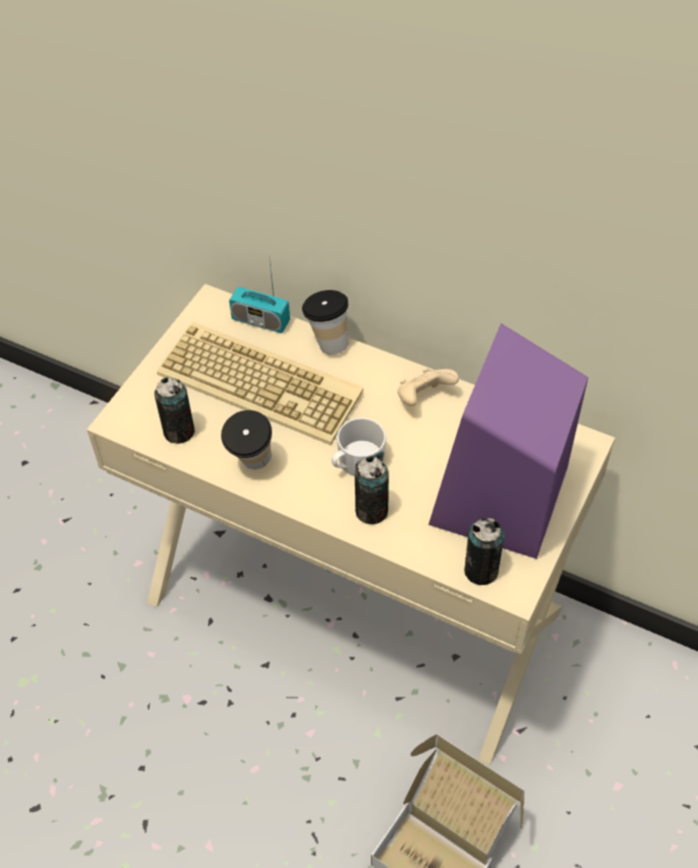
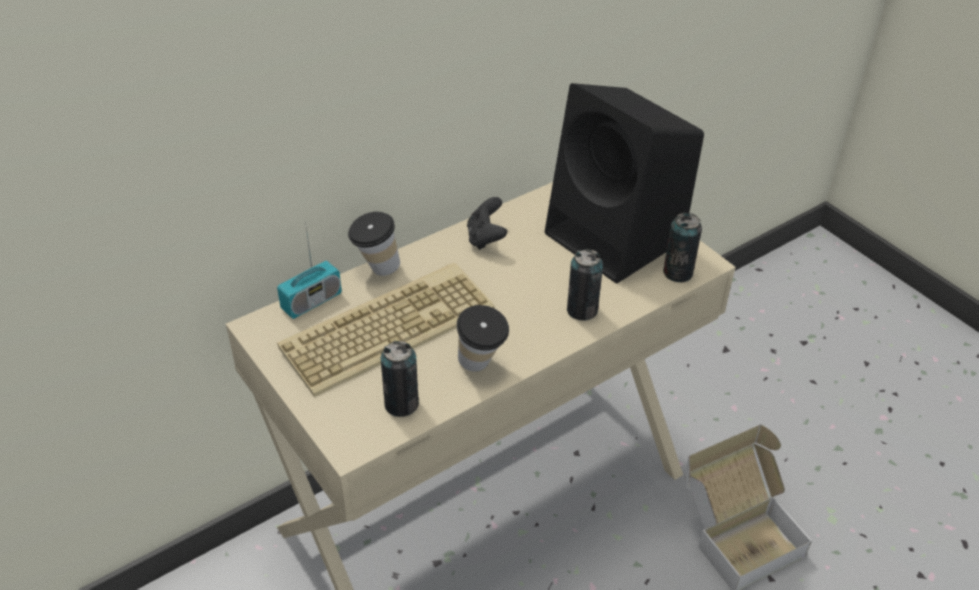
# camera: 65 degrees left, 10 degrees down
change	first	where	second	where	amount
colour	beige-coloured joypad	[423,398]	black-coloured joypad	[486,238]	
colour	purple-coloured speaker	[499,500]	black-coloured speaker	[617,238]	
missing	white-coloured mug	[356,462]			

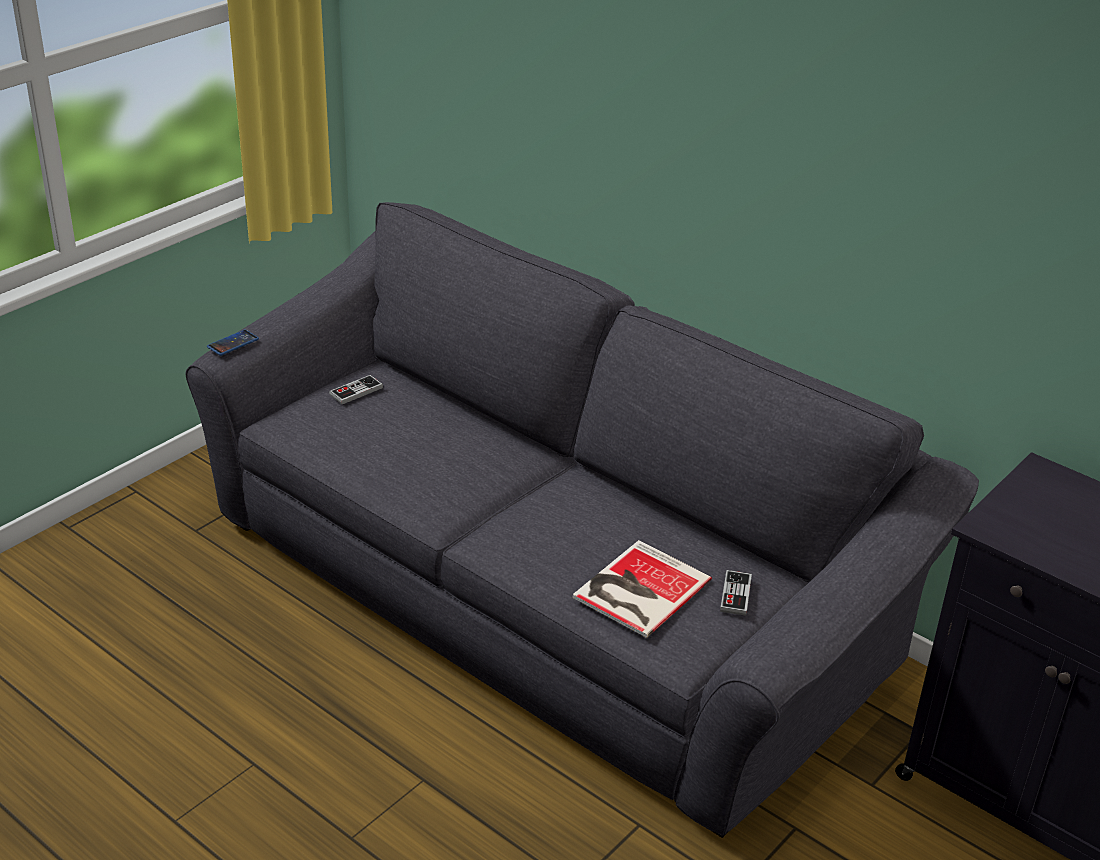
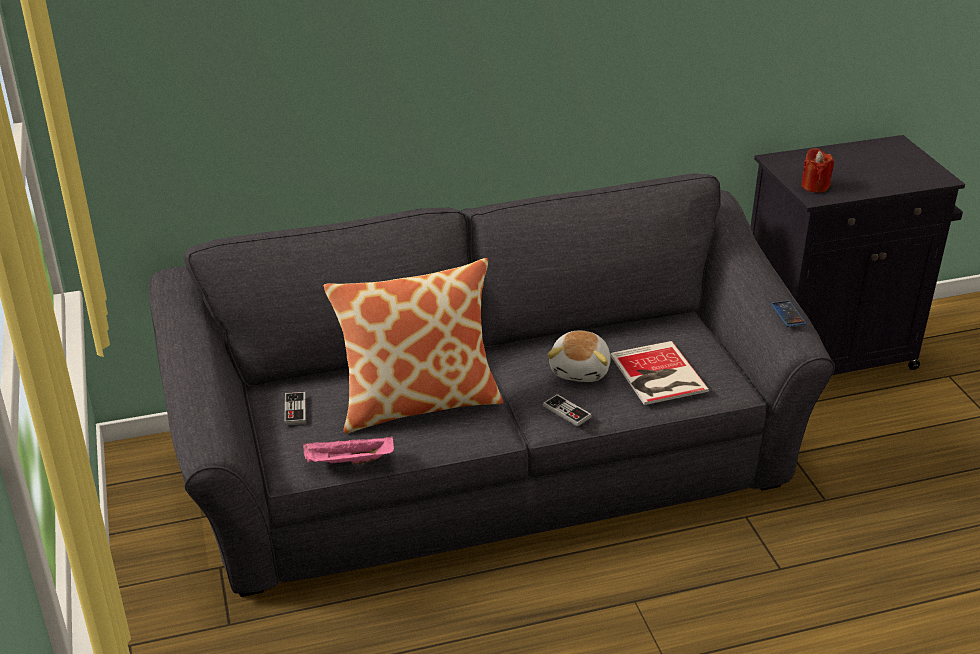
# camera: 55 degrees left, 0 degrees up
change	first	where	second	where	amount
appeared			pink tray	[348,462]	
appeared			cushion	[418,402]	
relocated	joypad	[735,594]		[567,412]	
appeared			cuddly toy	[581,370]	
relocated	phone	[233,343]		[788,314]	
appeared			red-coloured candle	[814,186]	

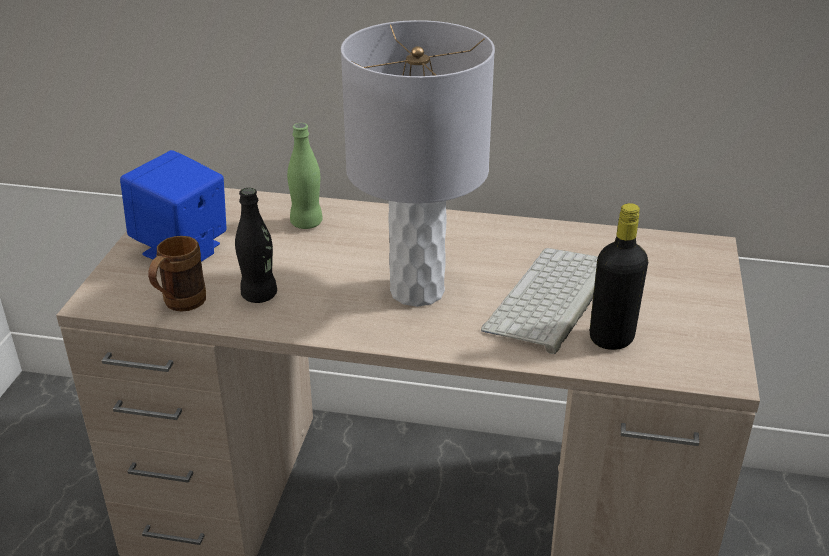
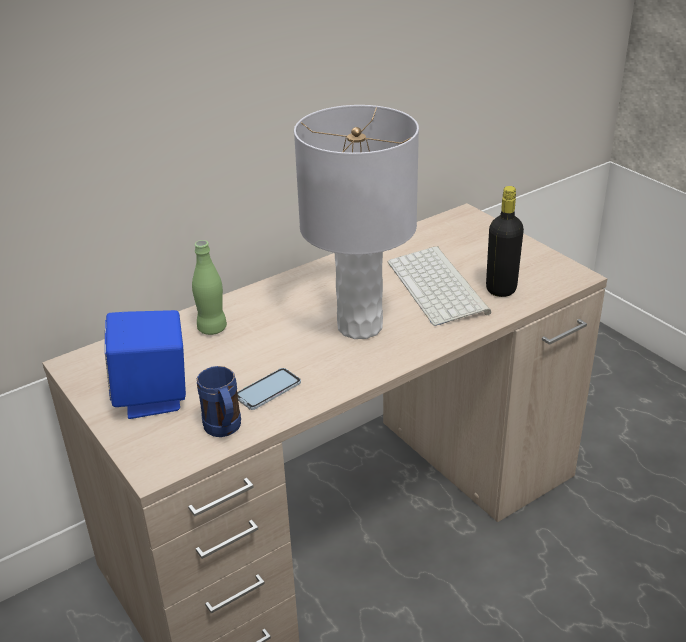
# camera: 45 degrees left, 0 degrees up
change	first	where	second	where	amount
colour	brown-coloured mug	[179,305]	blue mug	[225,431]	
exchanged	black-coloured beverage bottle	[259,295]	phone	[268,390]	

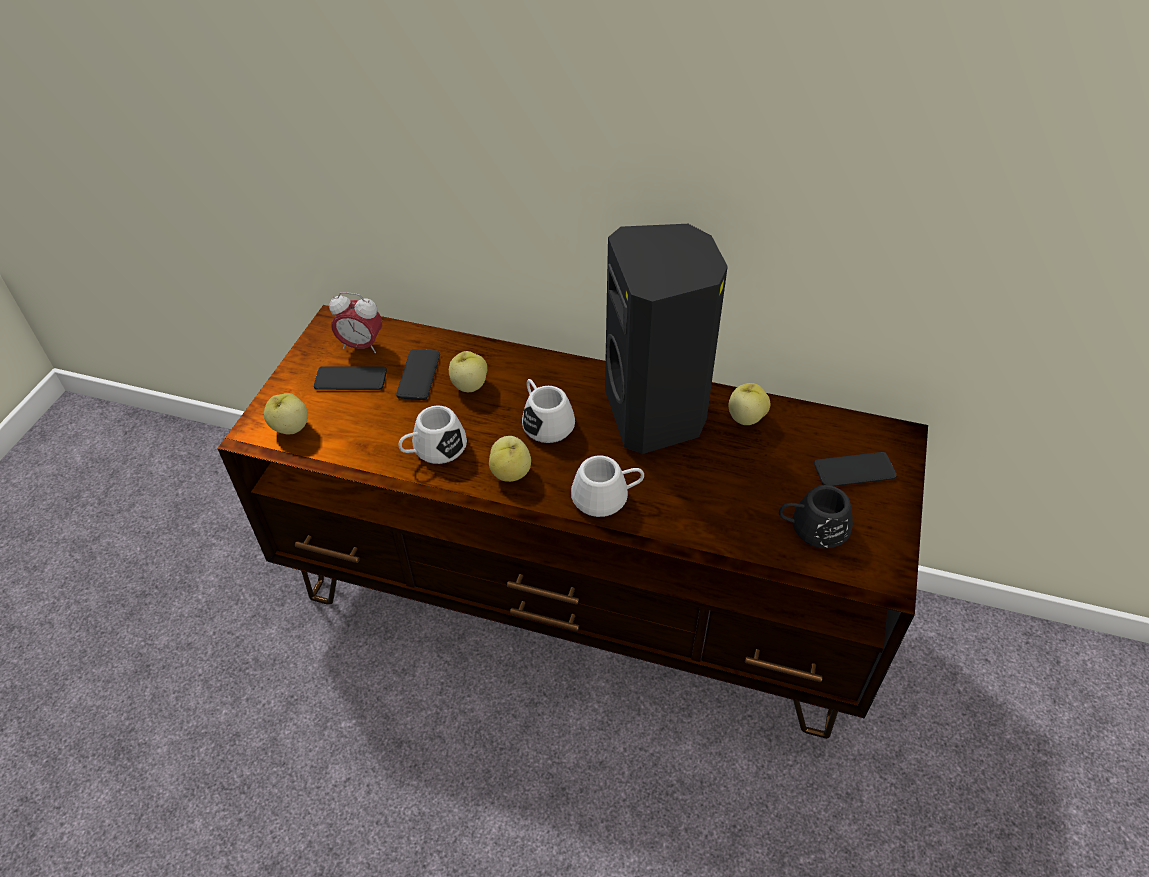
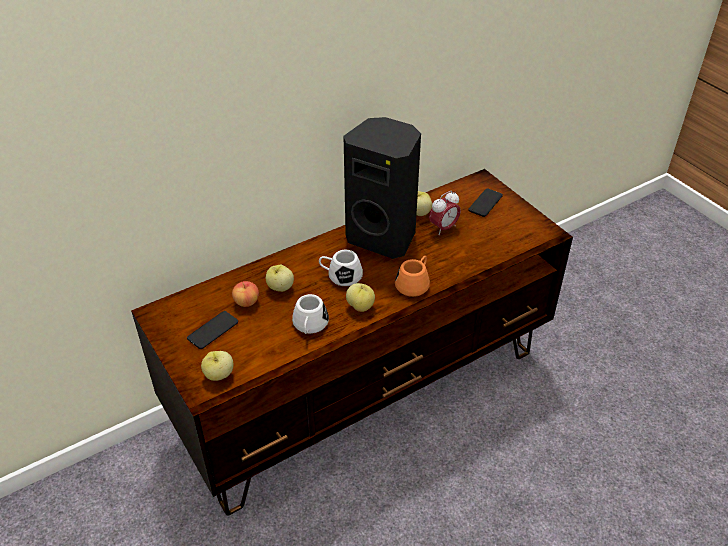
# camera: 50 degrees left, 5 degrees down
change	first	where	second	where	amount
exchanged	phone	[418,375]	whole apple	[246,302]	
colour	white-coloured mug	[607,496]	orange-coloured mug	[414,283]	
relocated	alarm clock	[361,346]		[443,228]	
missing	black-coloured mug	[812,527]			

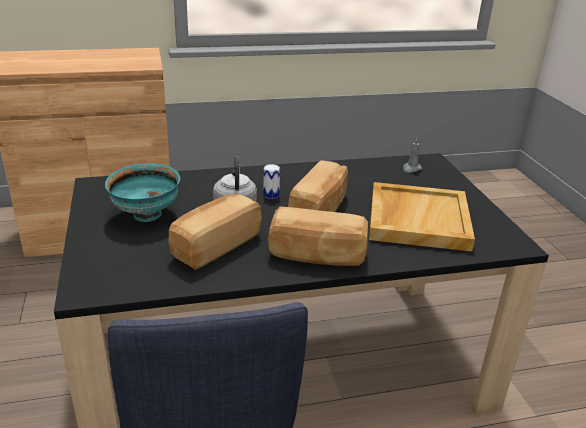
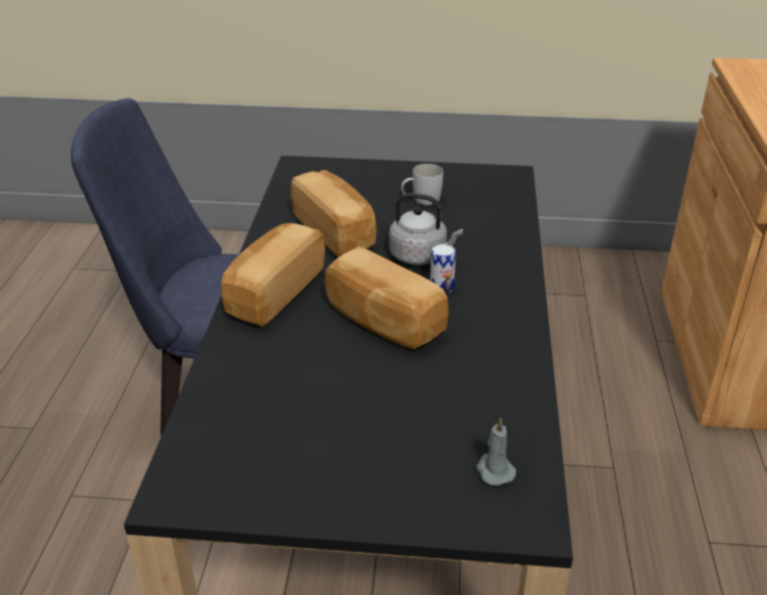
# camera: 110 degrees right, 5 degrees up
change	first	where	second	where	amount
exchanged	blue-green serving bowl	[147,215]	white-coloured mug	[421,200]	
missing	beige-coloured tray	[417,219]			

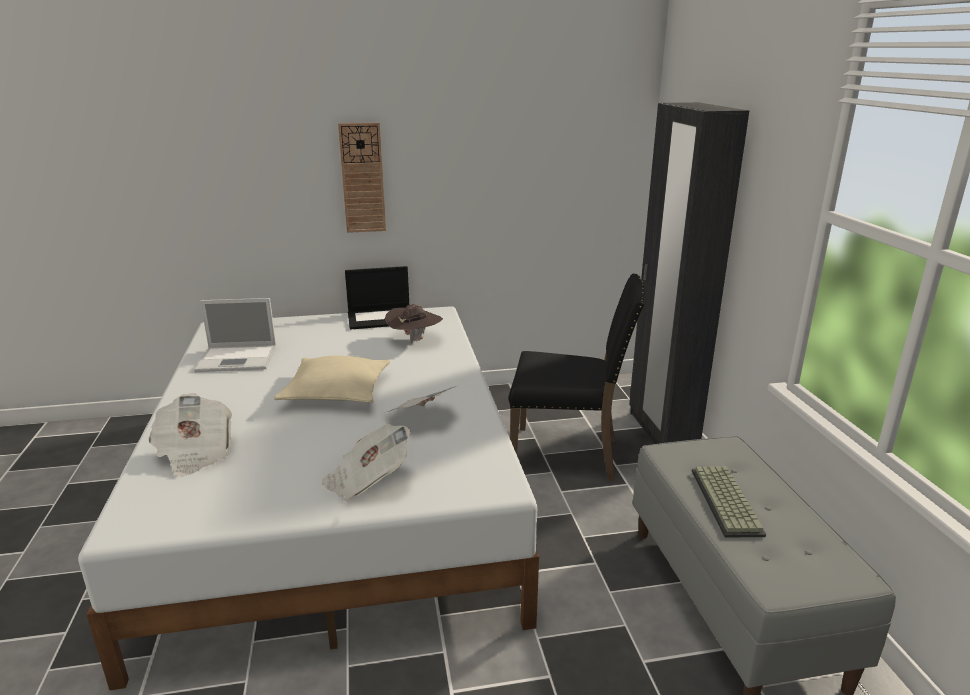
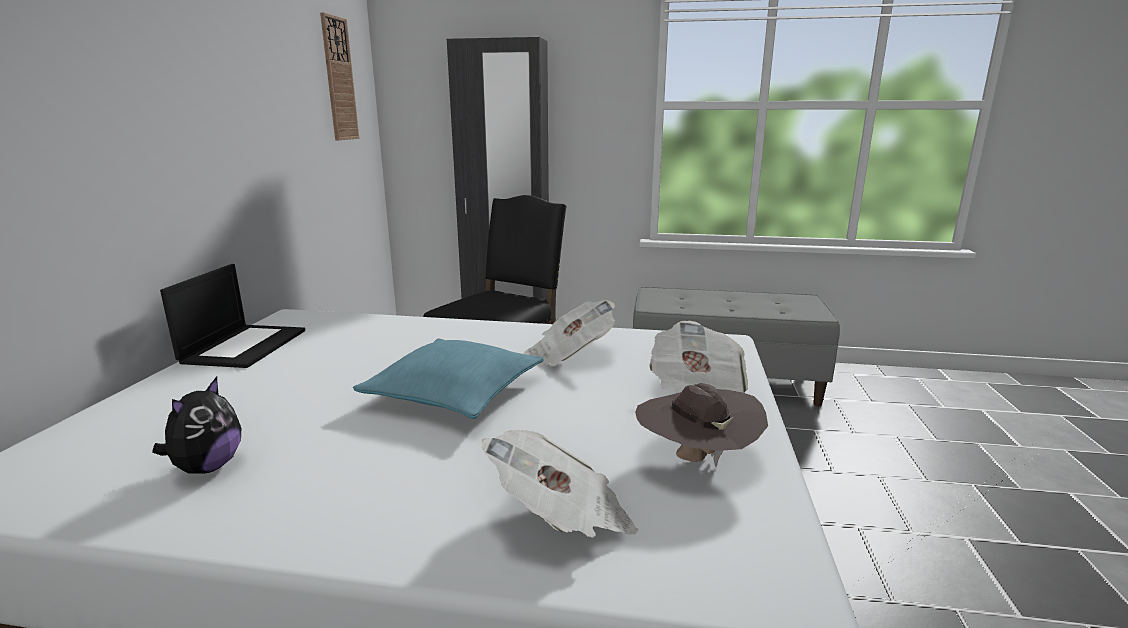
# camera: 70 degrees left, 5 degrees down
change	first	where	second	where	amount
exchanged	notebook computer	[239,359]	cuddly toy	[207,467]	
relocated	wall clock	[362,178]		[339,79]	
colour	beige-coloured cushion	[336,392]	blue-green cushion	[455,393]	
relocated	brown-coloured wearable hat	[414,340]		[696,460]	
missing	PC keyboard	[728,502]			

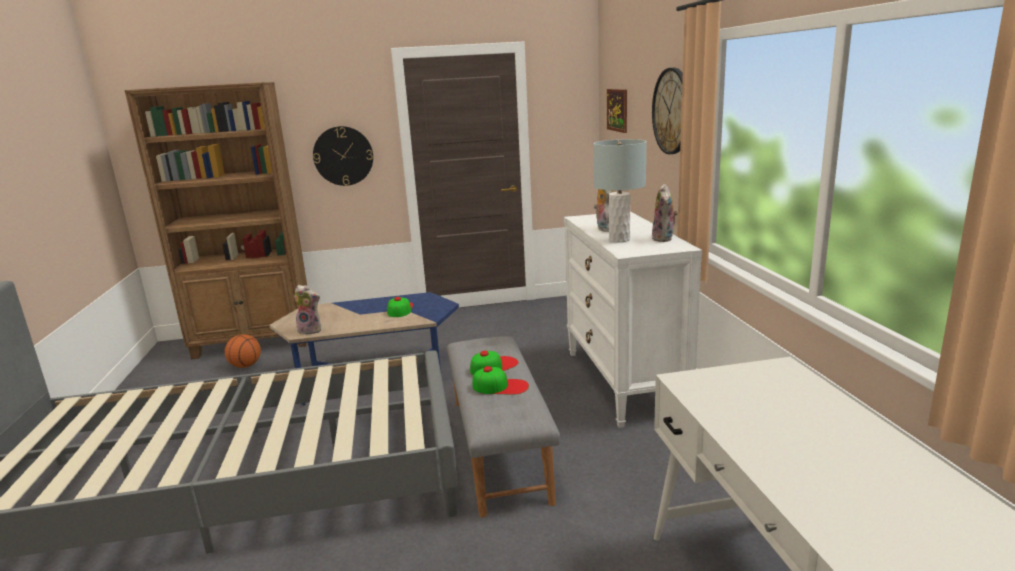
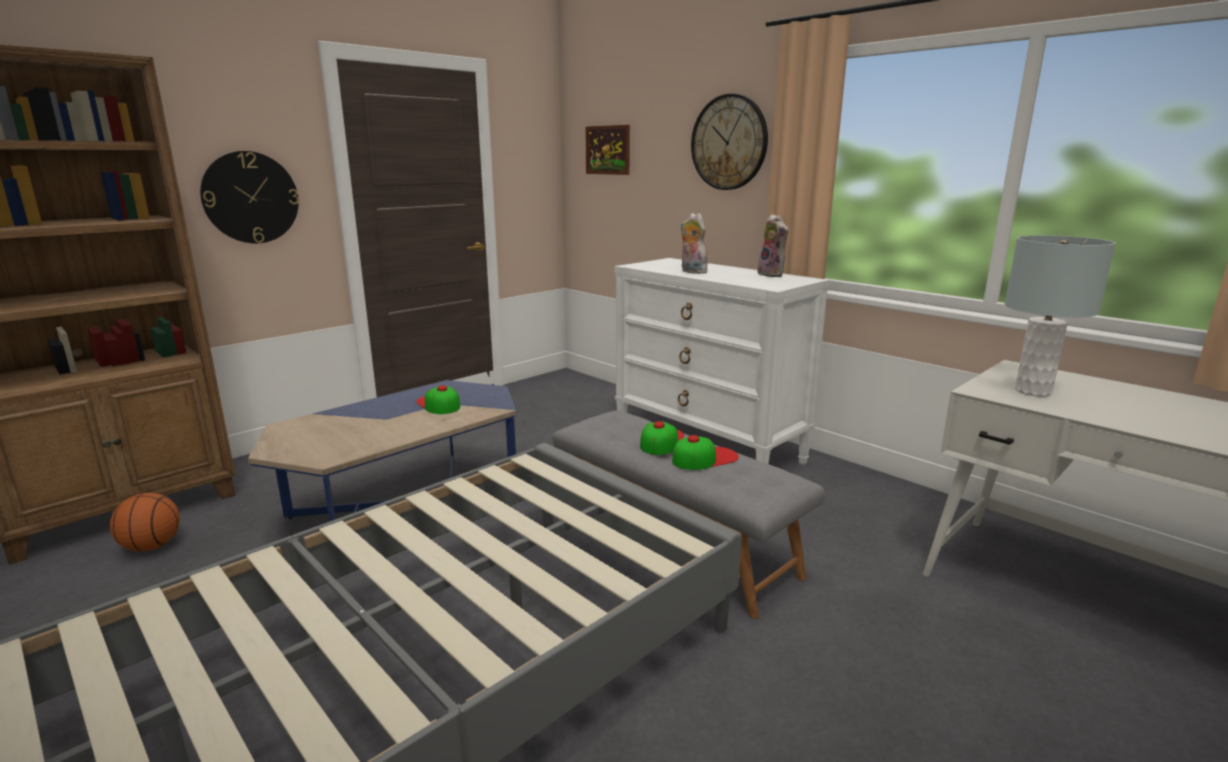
# camera: 35 degrees left, 0 degrees up
change	first	where	second	where	amount
relocated	grey table lamp	[619,240]		[1033,391]	
missing	cuddly toy	[311,330]			

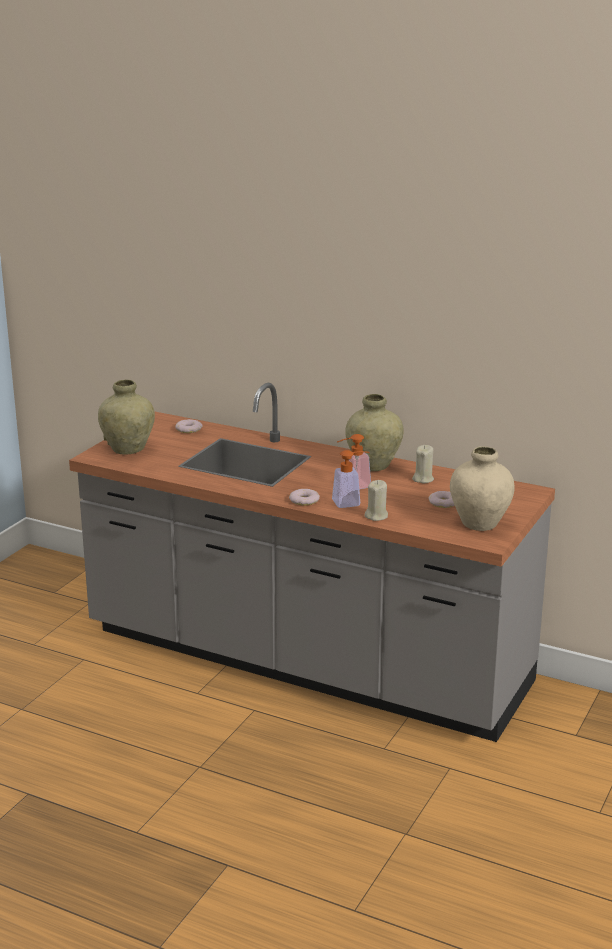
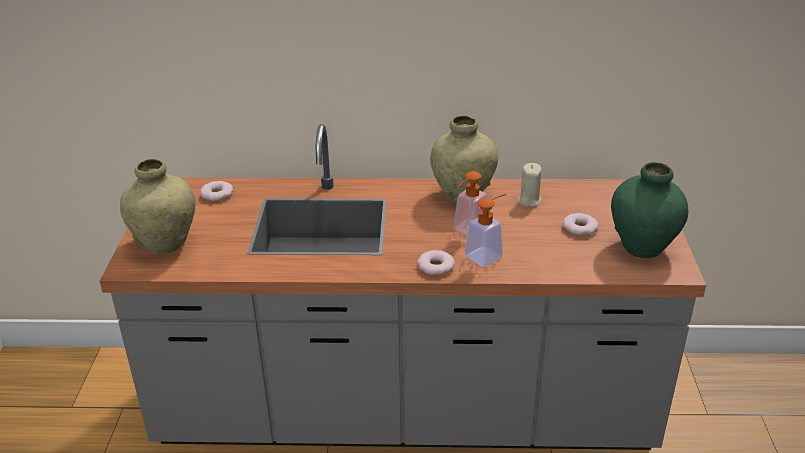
# camera: 25 degrees left, 10 degrees up
change	first	where	second	where	amount
colour	beige-coloured decorative vase	[479,524]	green-coloured decorative vase	[642,247]	
missing	beige-coloured candle	[376,516]			

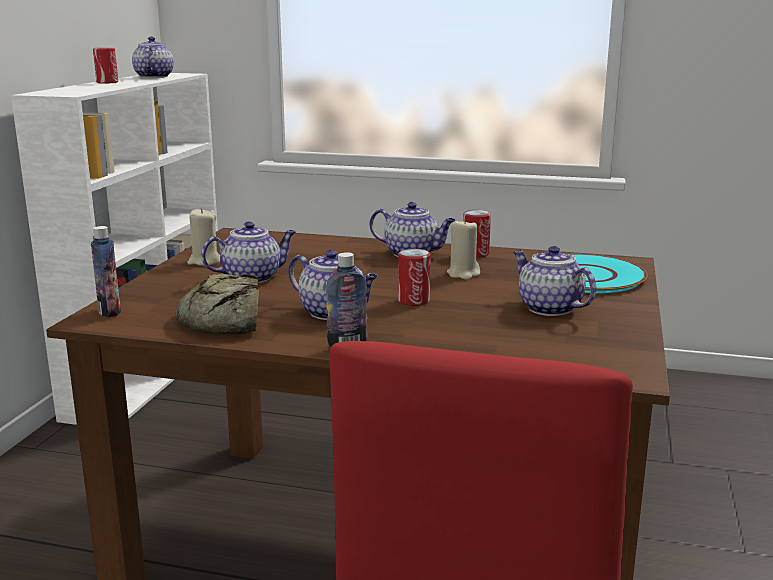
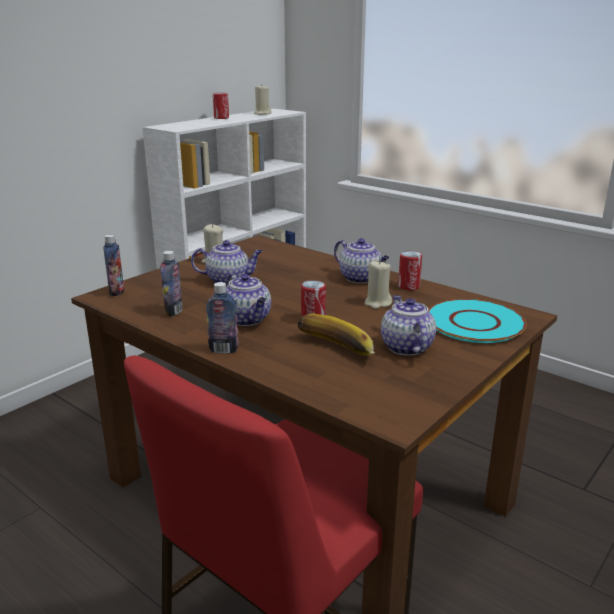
# camera: 25 degrees right, 5 degrees up
change	first	where	second	where	amount
exchanged	bakery bread	[224,320]	beverage bottle	[173,312]	
exchanged	teapot	[154,77]	beige-coloured candle	[262,113]	
appeared			banana fruit	[334,350]	

